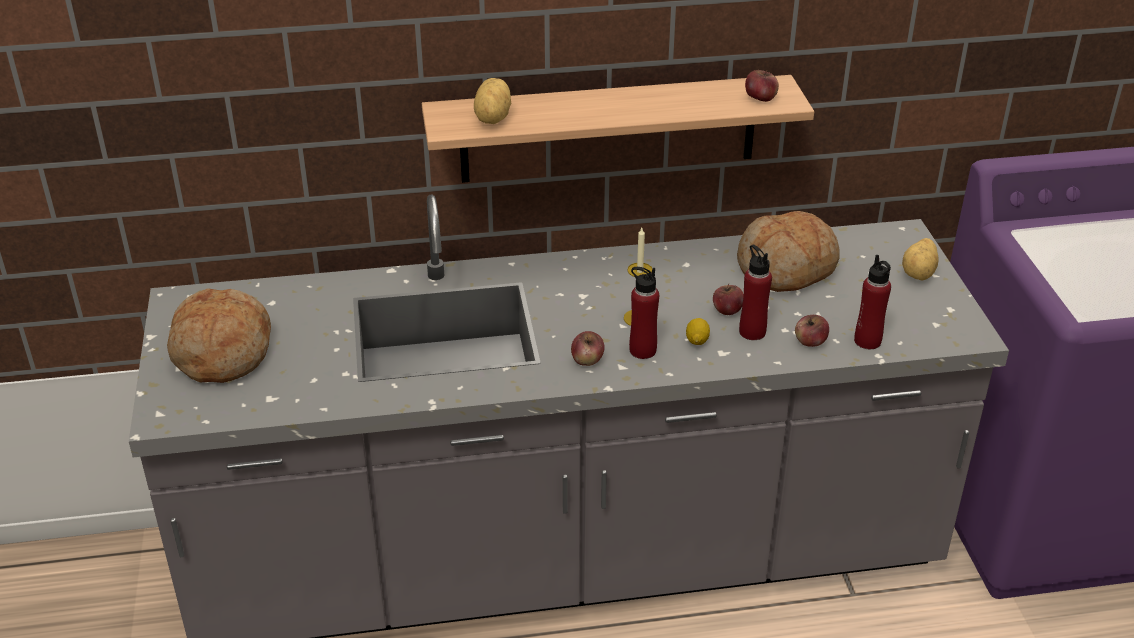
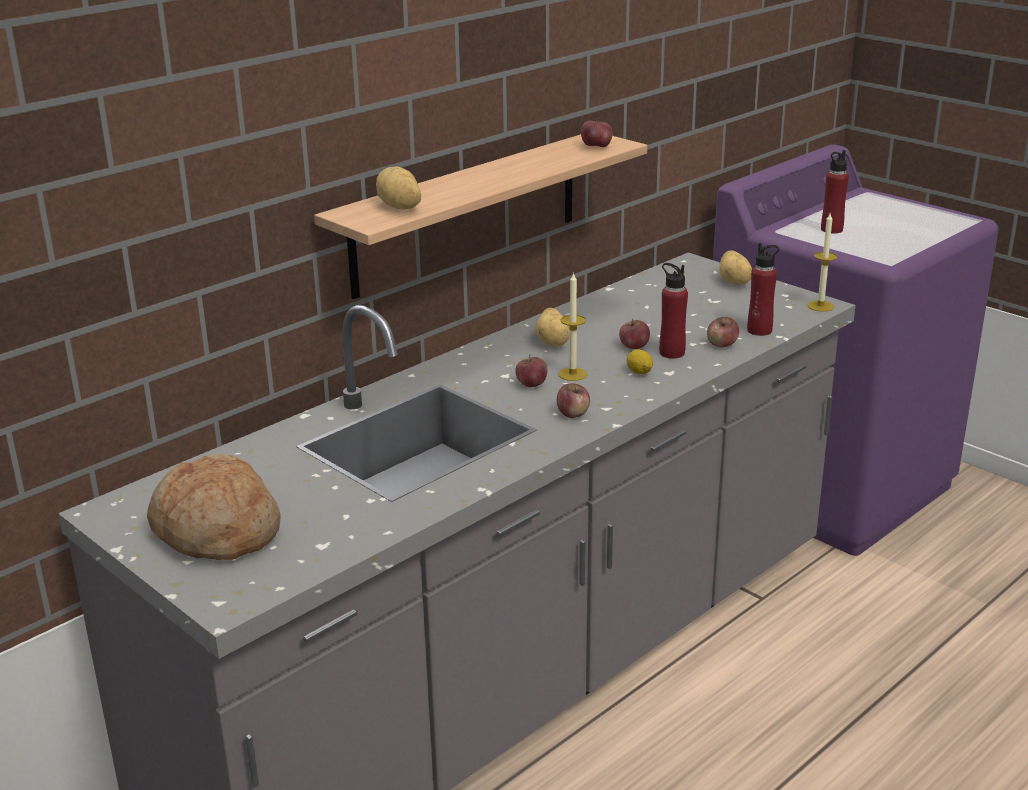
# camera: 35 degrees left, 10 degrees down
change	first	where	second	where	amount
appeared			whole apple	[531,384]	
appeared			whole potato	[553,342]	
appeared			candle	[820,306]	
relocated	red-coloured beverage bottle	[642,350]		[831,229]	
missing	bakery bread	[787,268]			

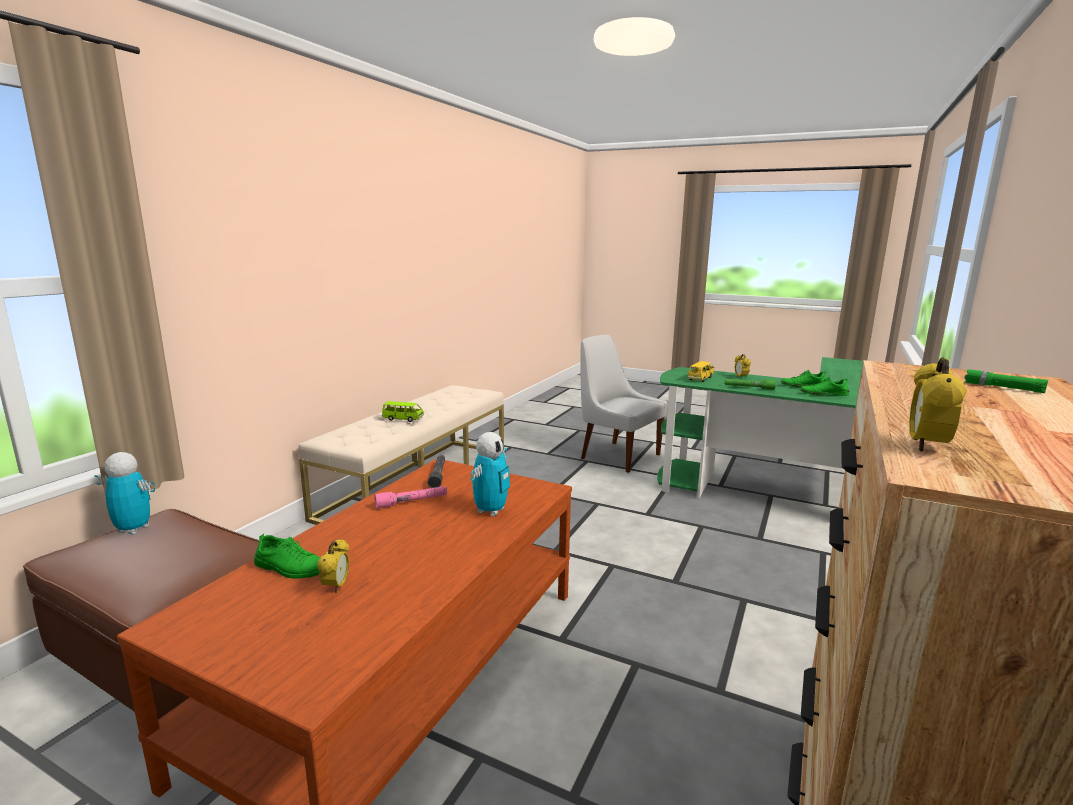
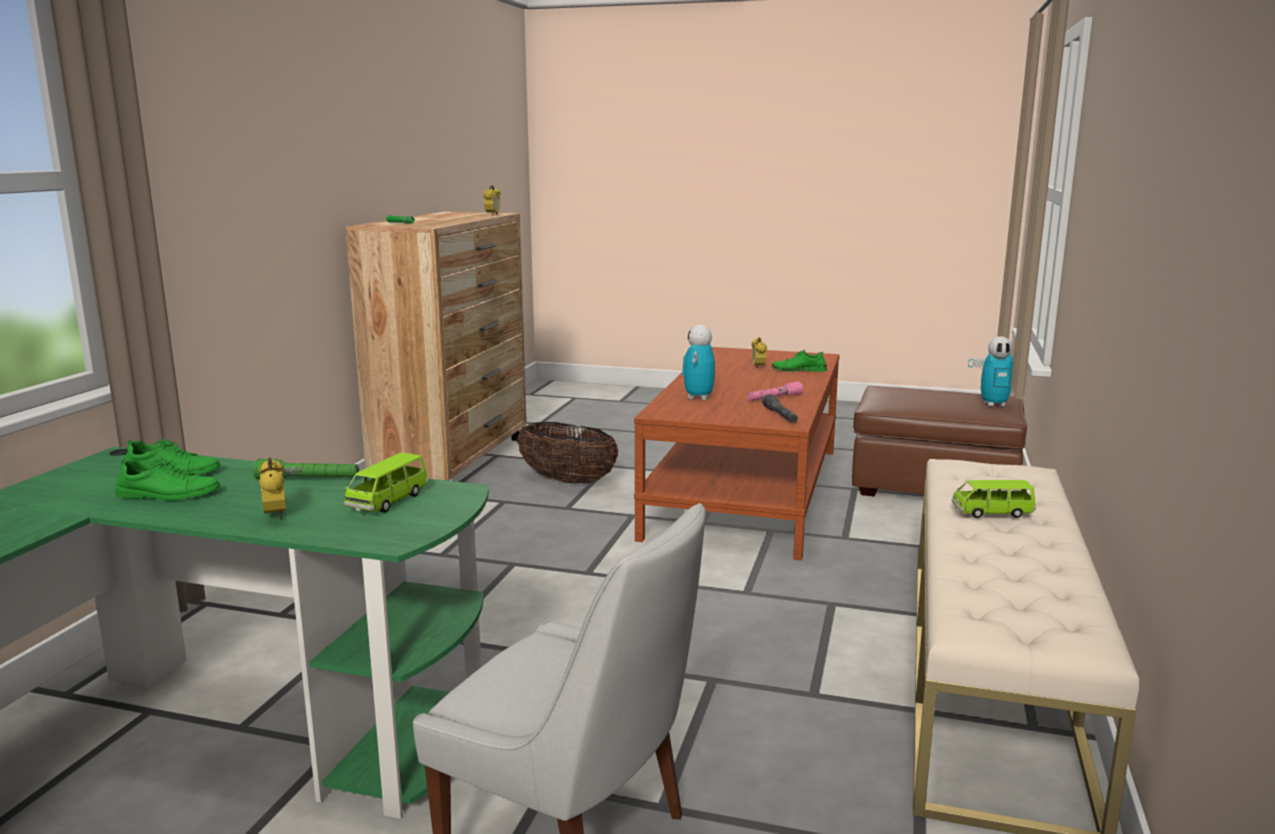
# camera: 170 degrees right, 0 degrees up
change	first	where	second	where	amount
colour	yellowish miniature car	[700,379]	green-coloured miniature car	[388,501]	
appeared			basket	[567,481]	

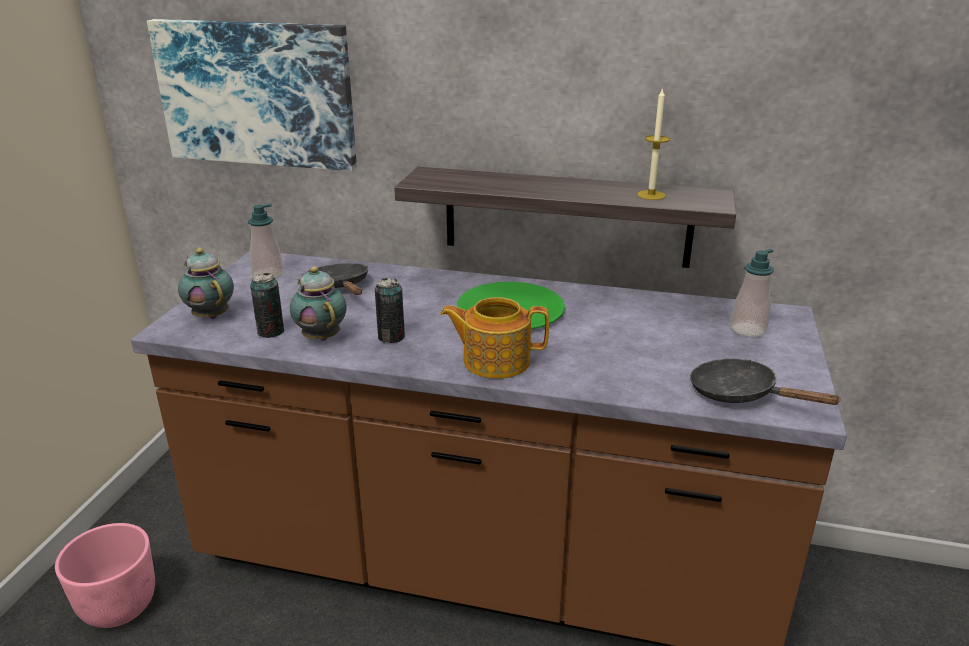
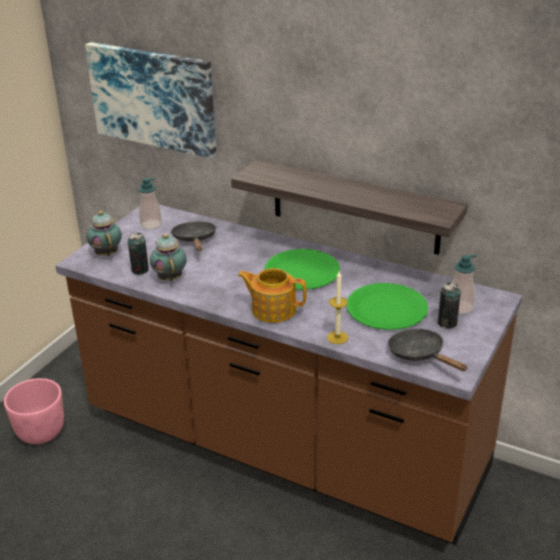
# camera: 15 degrees right, 5 degrees up
change	first	where	second	where	amount
relocated	candle	[651,195]		[337,337]	
appeared			green-coloured flat dish	[386,309]	
relocated	metal can	[391,337]		[447,323]	

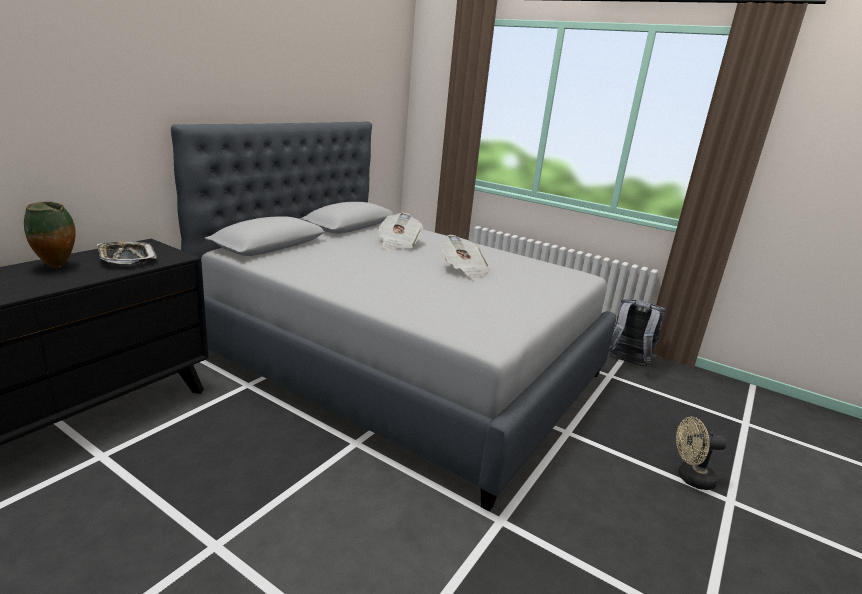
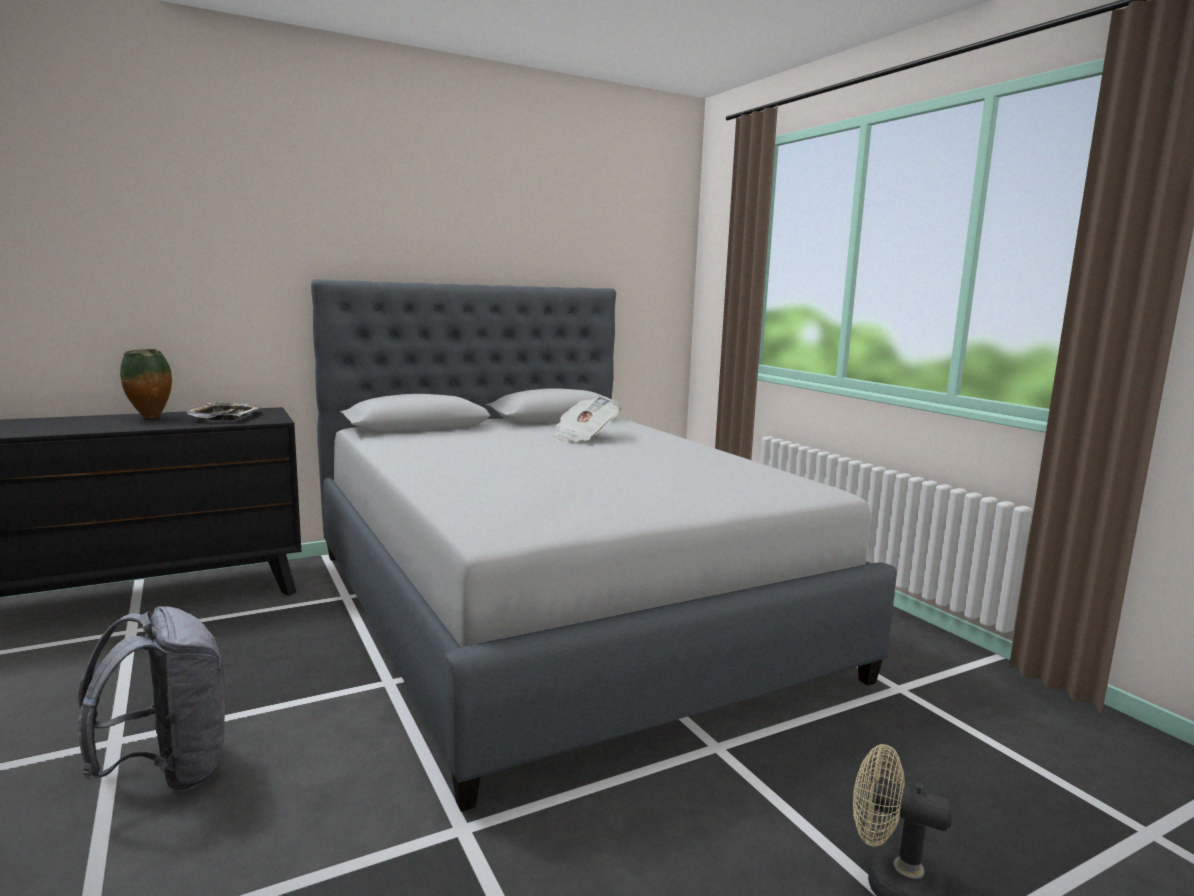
# camera: 30 degrees right, 10 degrees down
change	first	where	second	where	amount
relocated	grey knapsack	[627,363]		[168,772]	
missing	printed paper	[464,270]			

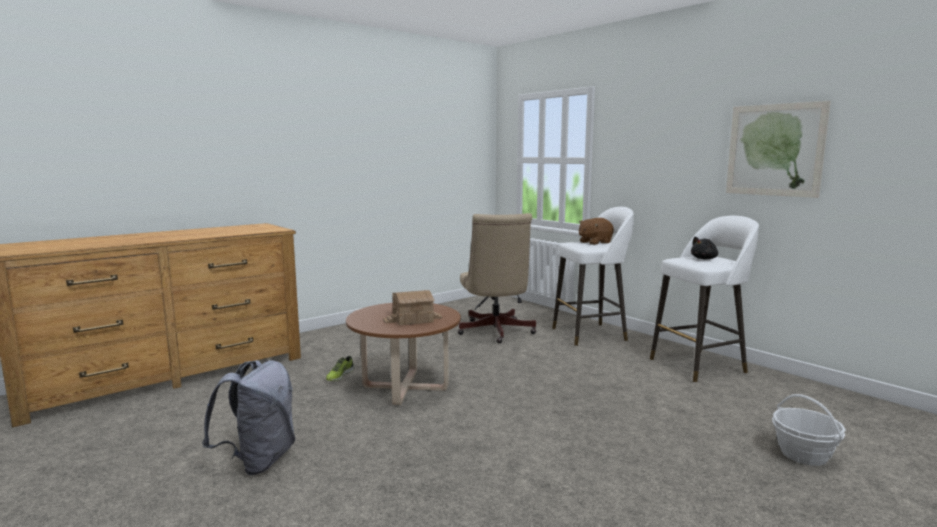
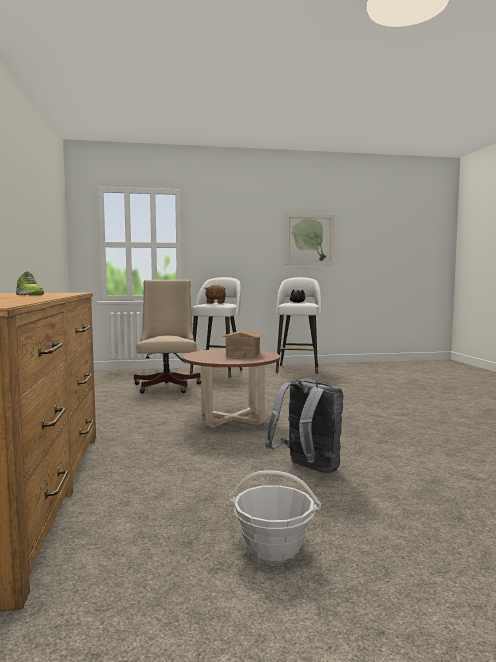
# camera: 60 degrees left, 5 degrees down
change	first	where	second	where	amount
relocated	shoe	[339,375]		[28,295]	
spun	beige-coloured computer chair	[495,332]		[168,385]	120 degrees counterclockwise
relocated	basket	[804,454]		[273,546]	

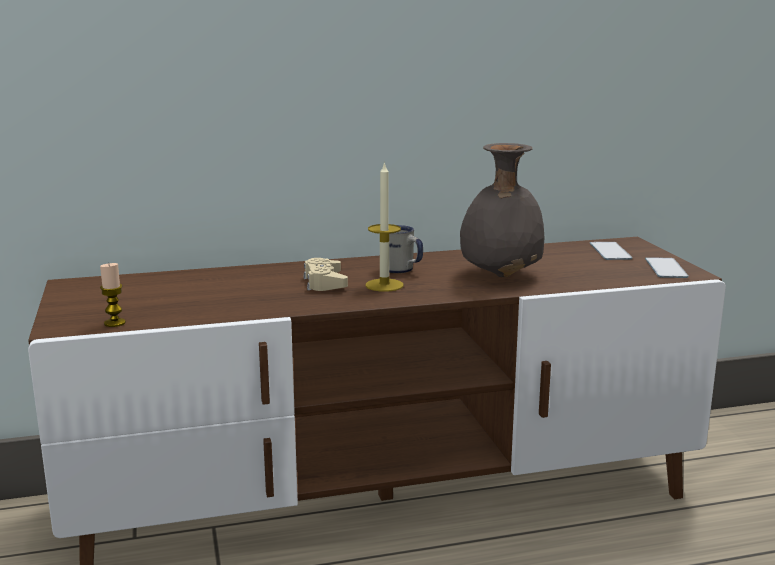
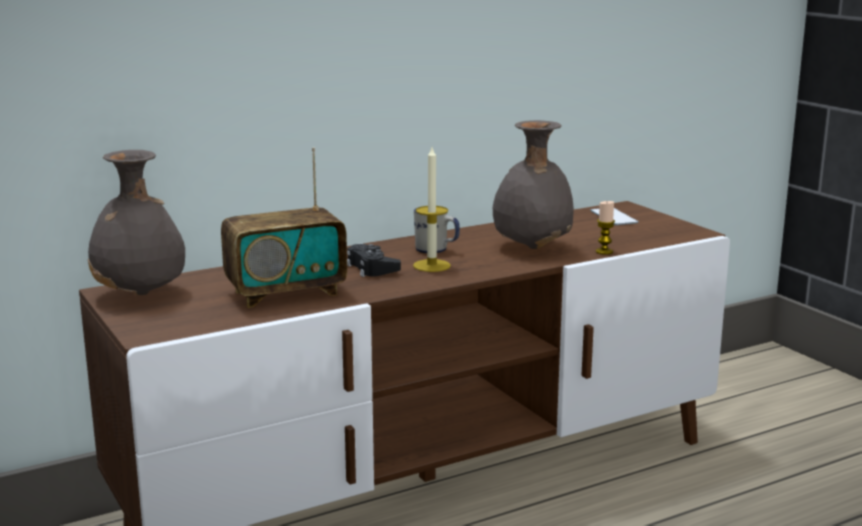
# camera: 15 degrees left, 0 degrees up
change	first	where	second	where	amount
appeared			grey decorative vase	[141,295]	
appeared			radio set	[285,293]	
colour	beige-coloured joypad	[324,282]	black-coloured joypad	[372,268]	
relocated	candle	[114,323]		[604,252]	
missing	phone	[665,268]			

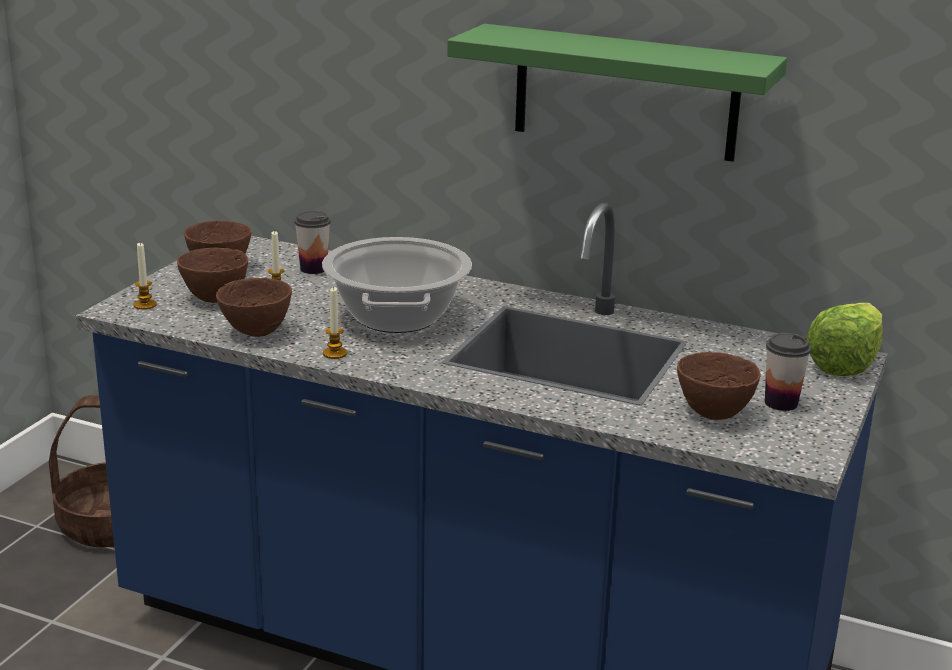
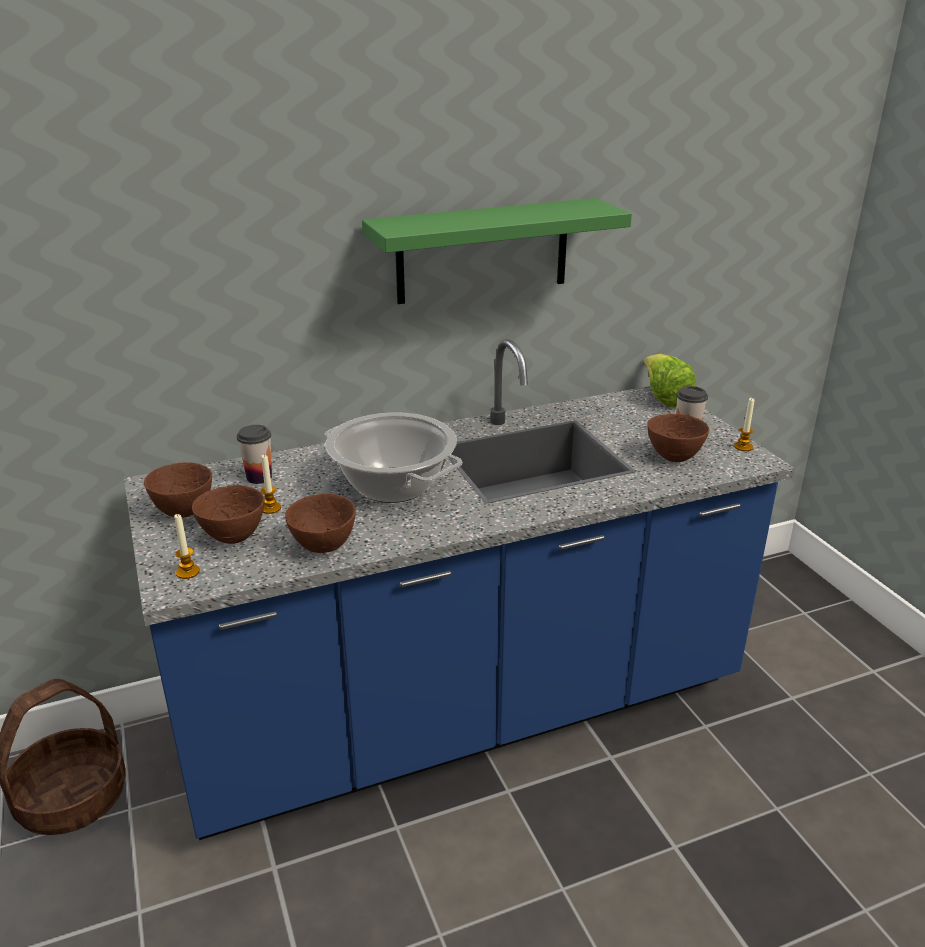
# camera: 45 degrees left, 5 degrees up
change	first	where	second	where	amount
relocated	candle	[335,353]		[743,447]	

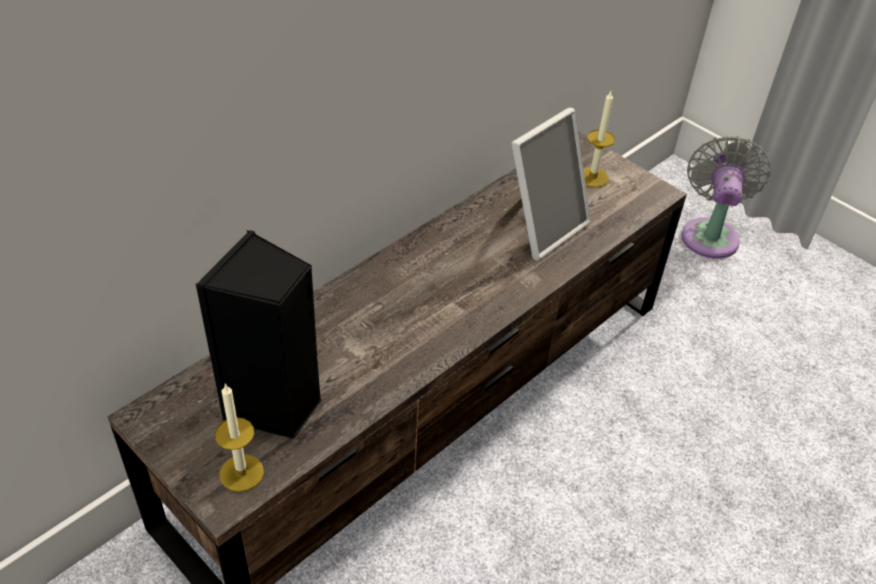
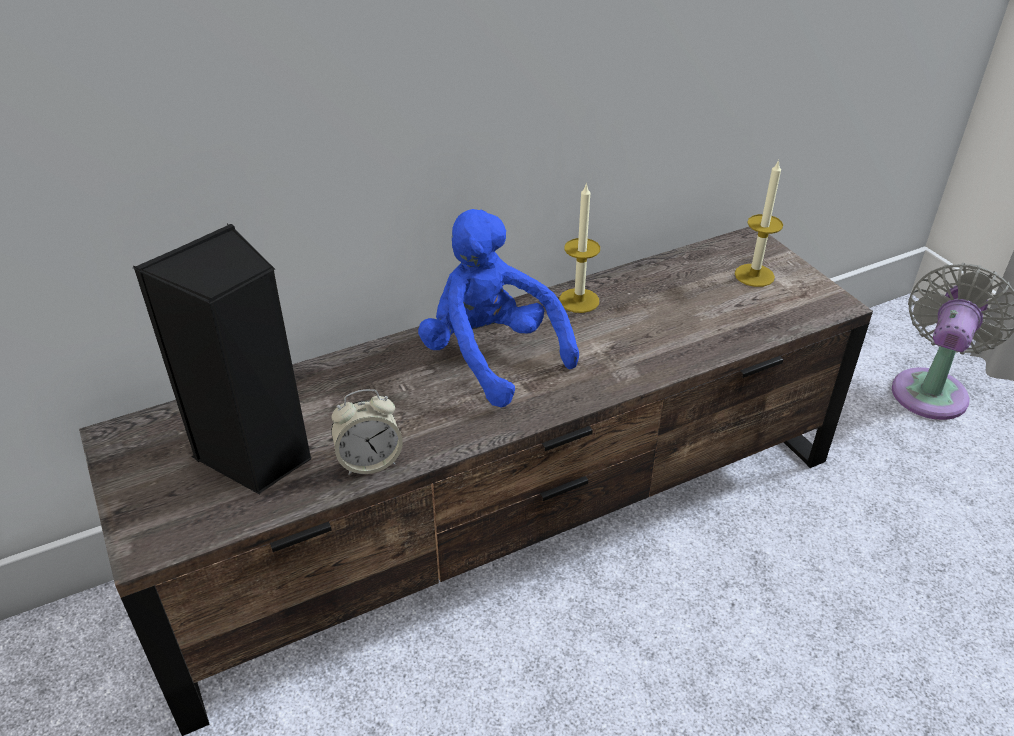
# camera: 20 degrees right, 5 degrees down
change	first	where	second	where	amount
appeared			alarm clock	[369,461]	
appeared			blue cuddly toy	[491,356]	
relocated	candle	[241,473]		[579,300]	
missing	photo frame	[541,227]			

